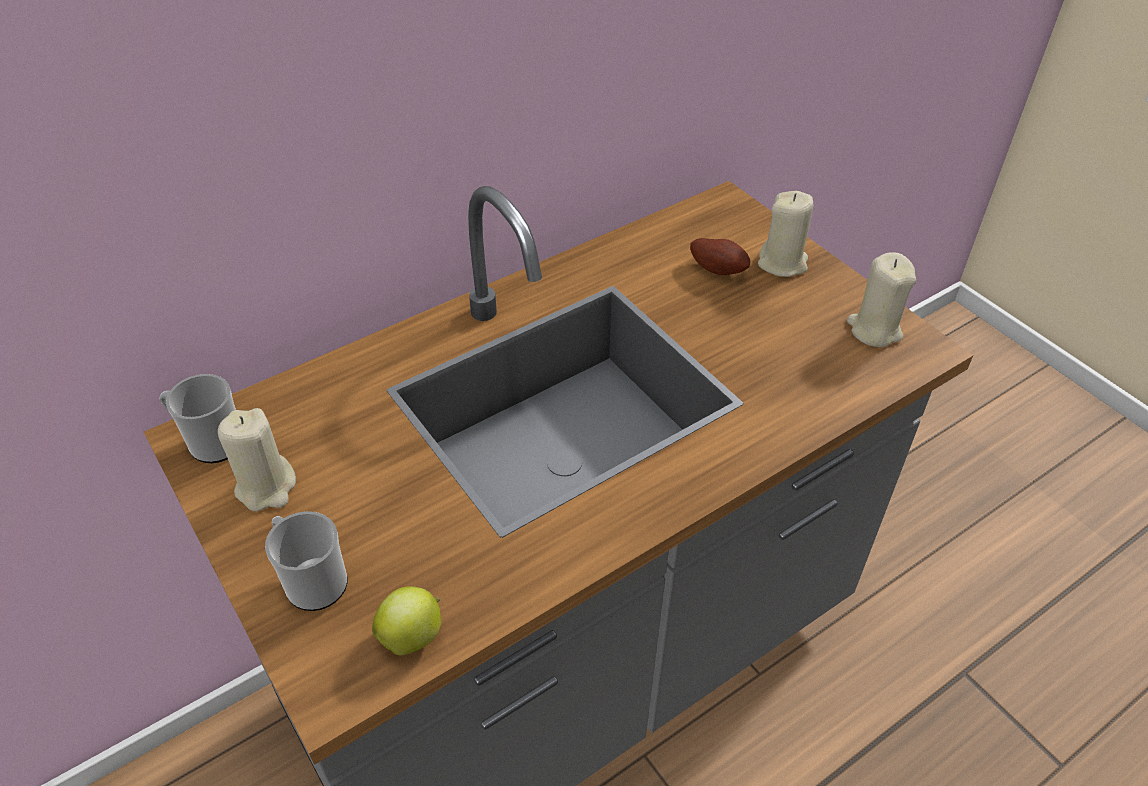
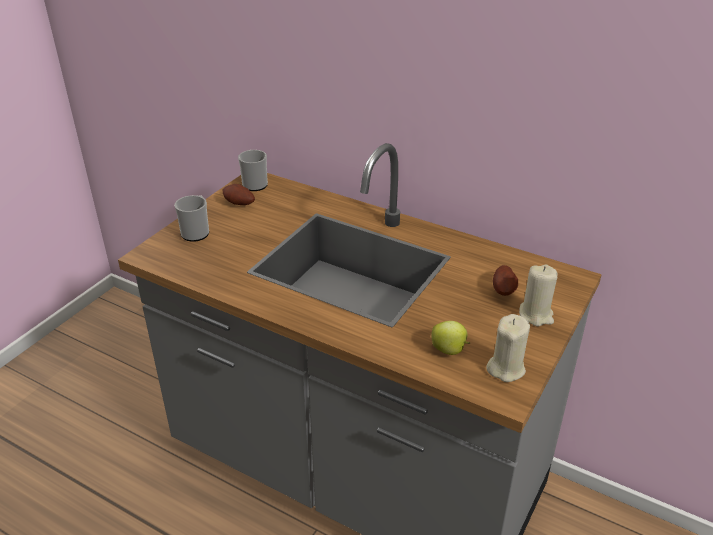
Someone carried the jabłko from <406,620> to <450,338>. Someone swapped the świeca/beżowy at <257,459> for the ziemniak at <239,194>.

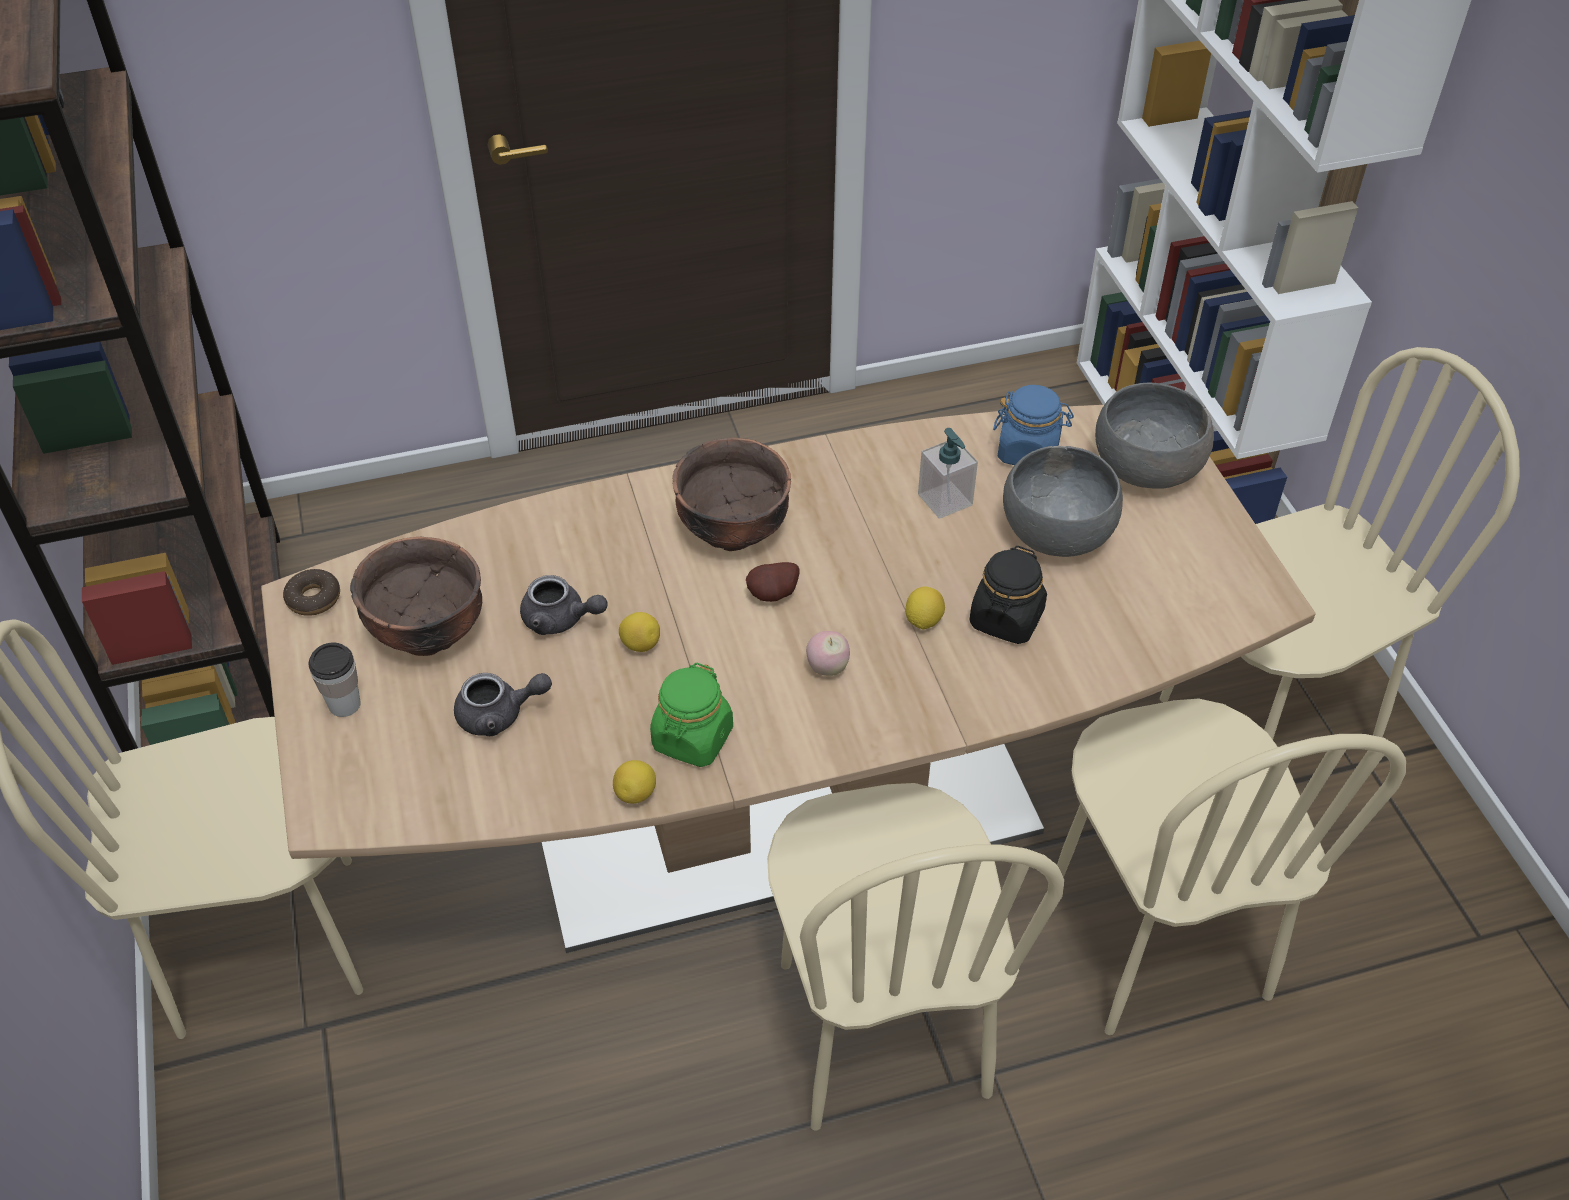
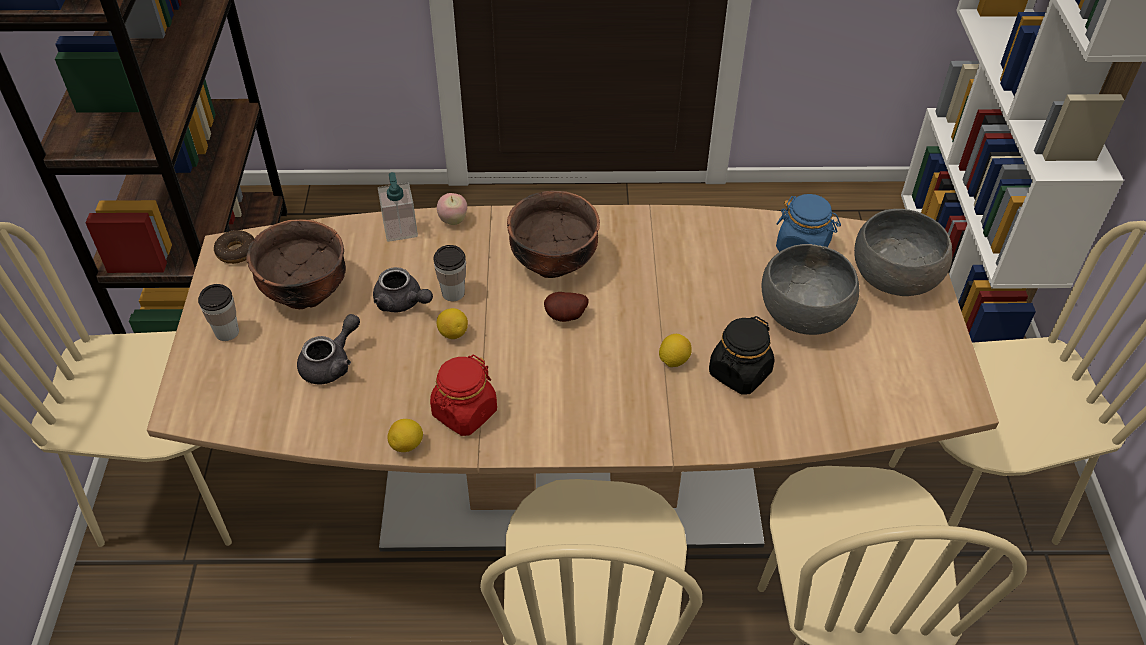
Someone put down the filiżanka at <450,273>. Someone carried the jabłko from <828,653> to <452,209>. Someone carried the dozownik mydła from <948,473> to <398,207>. Someone repainted the słoik/zielony at <691,715>, which became the słoik/czerwony at <463,395>. Someone rotated the imbryk/szary at <503,704> by 60 degrees counterclockwise.

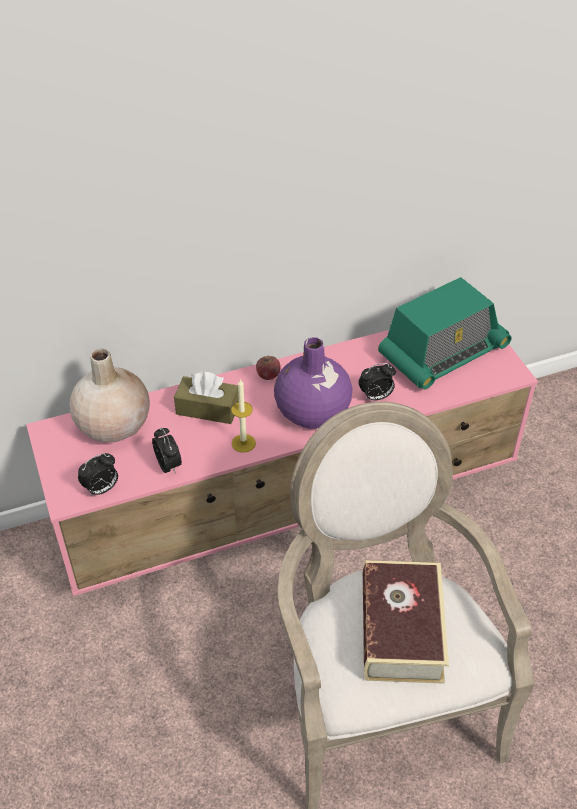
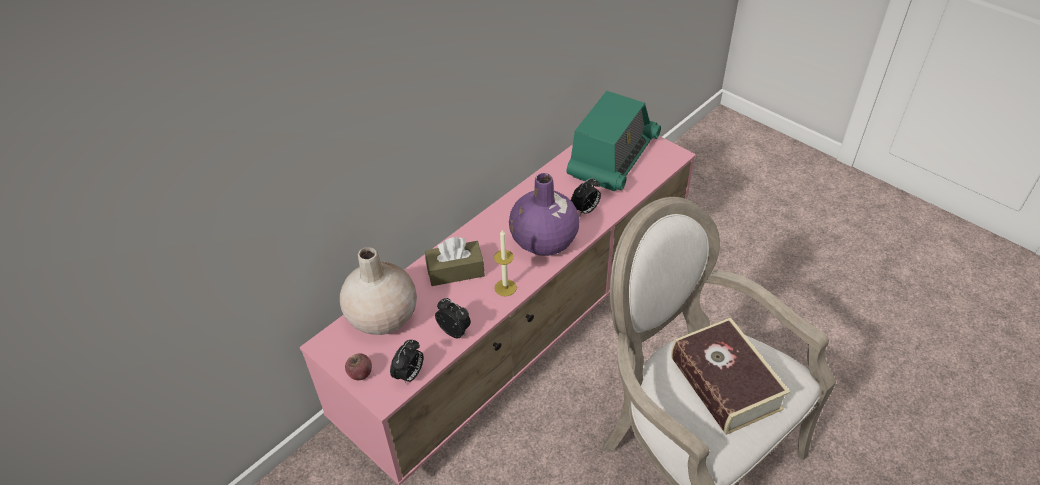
Someone carried the jabłko from <268,368> to <358,366>.

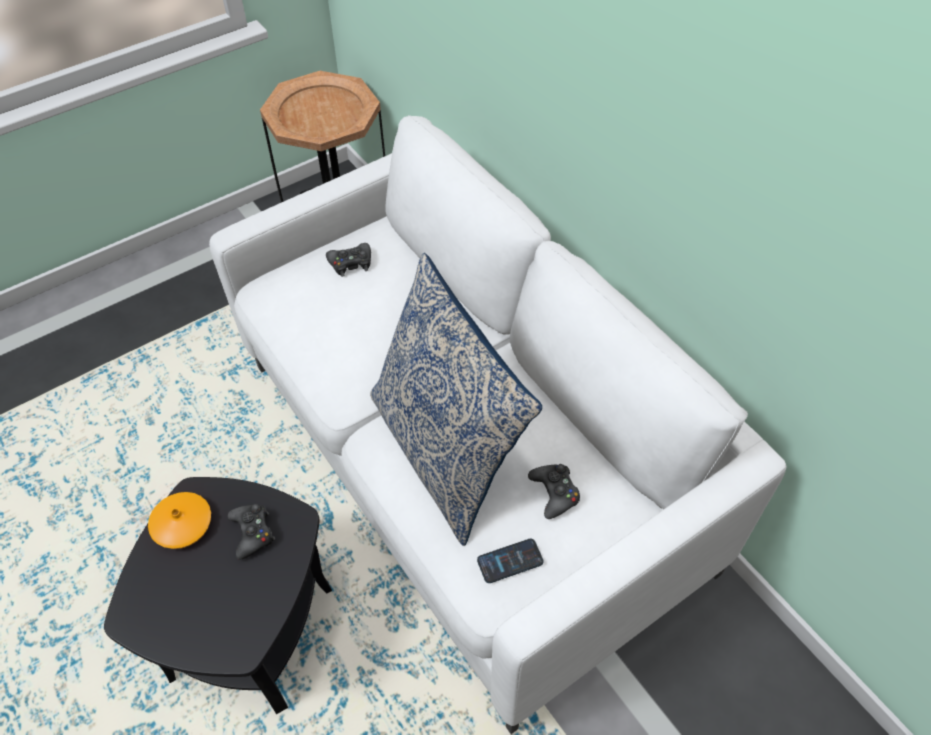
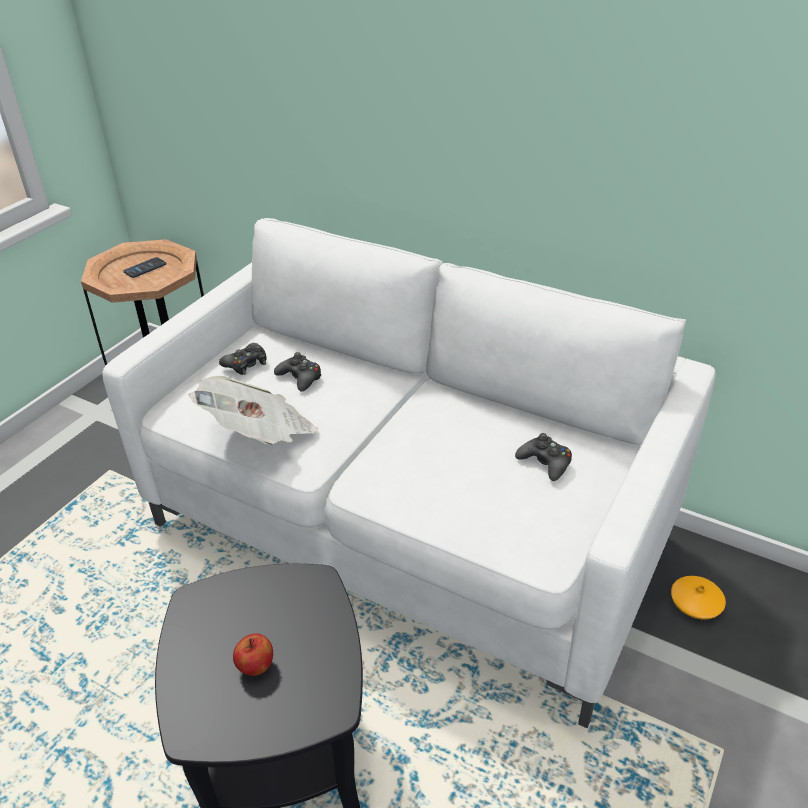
Someone took away the poduszka at <456,399>. Someone put down the gazeta at <253,410>. Someone put down the jabłko at <253,654>. Someone carried the wazon/pomarańczowy from <179,520> to <698,598>. Someone carried the pad do gier/czarny from <251,532> to <297,372>. Someone carried the telefon from <510,561> to <145,267>.

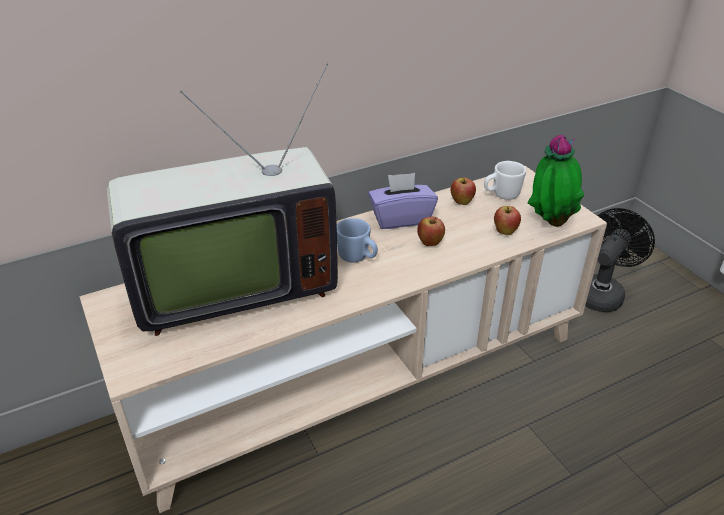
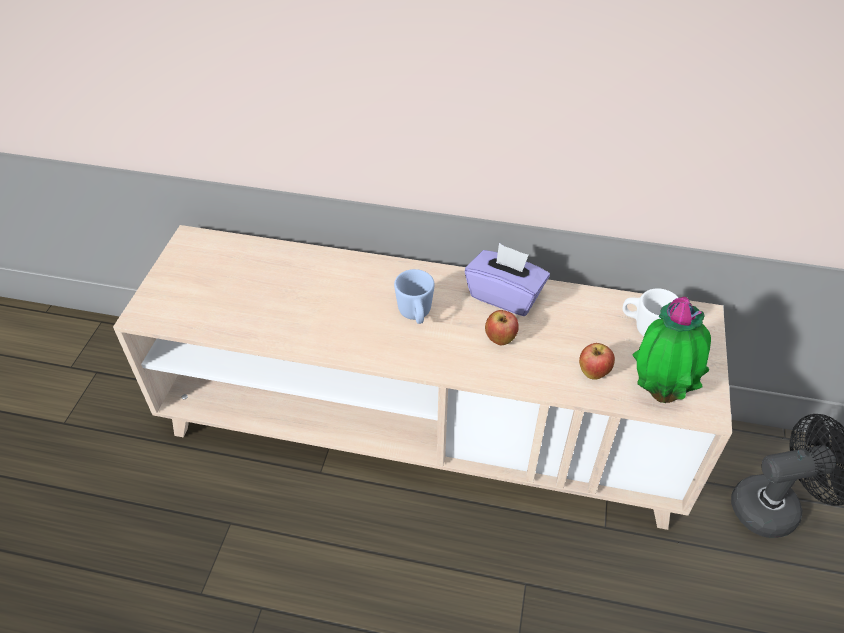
Someone took away the telewizor at <222,199>. Someone took away the jabłko at <463,191>.

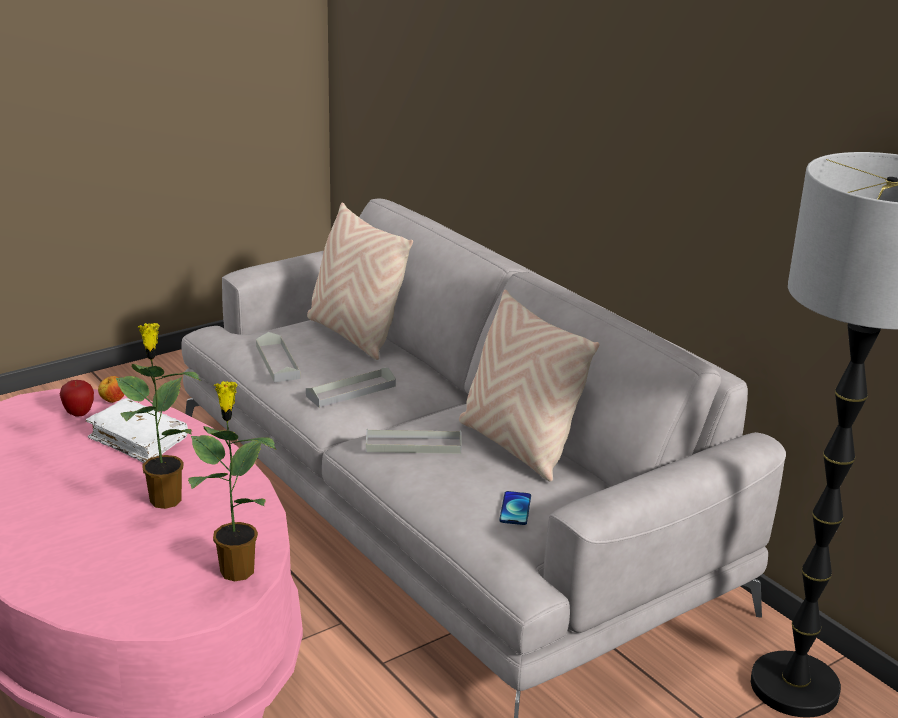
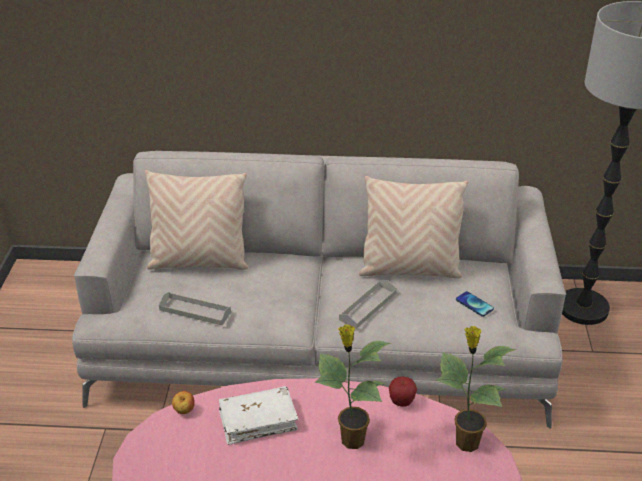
Someone took away the taca/szary at <351,388>. Someone carried the jabłko from <77,398> to <403,392>.

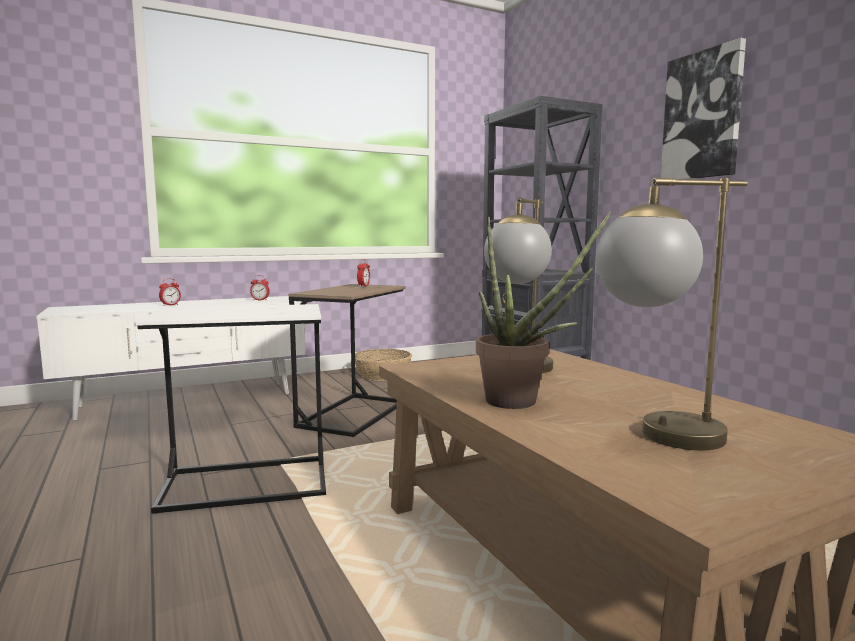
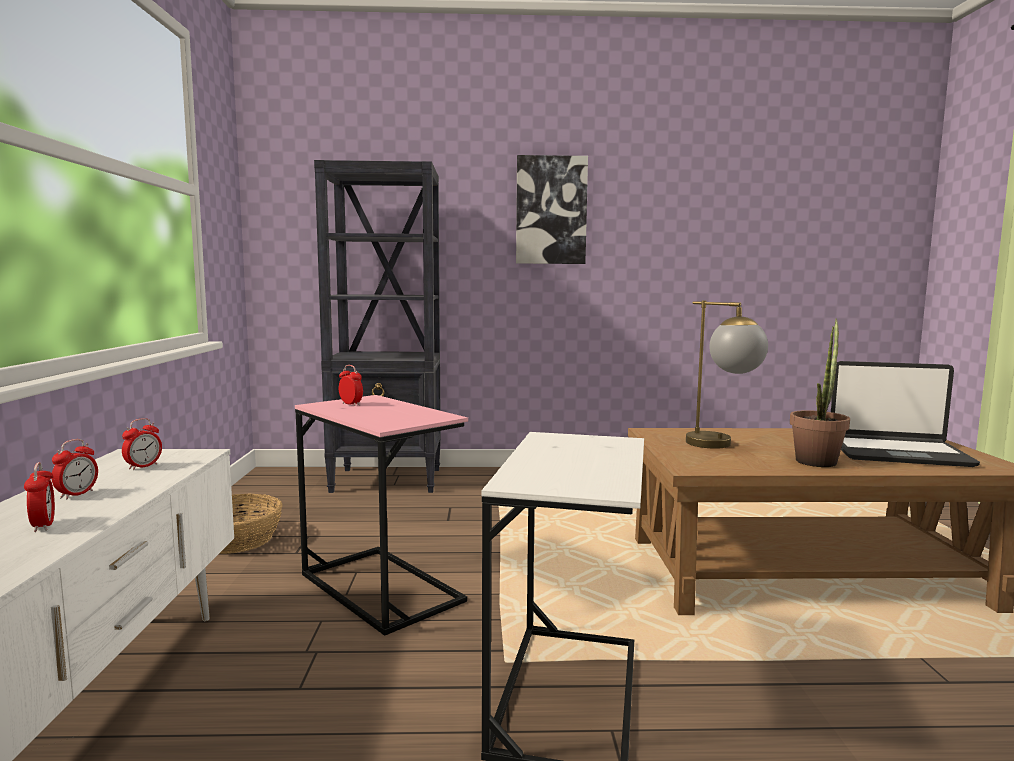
Someone put down the budzik at <75,469>. Someone swapped the lampa stołowa at <672,314> for the laptop at <905,414>. Someone repainted the stolik/brązowy at <347,360>, which became the stolik/różowy at <381,515>.

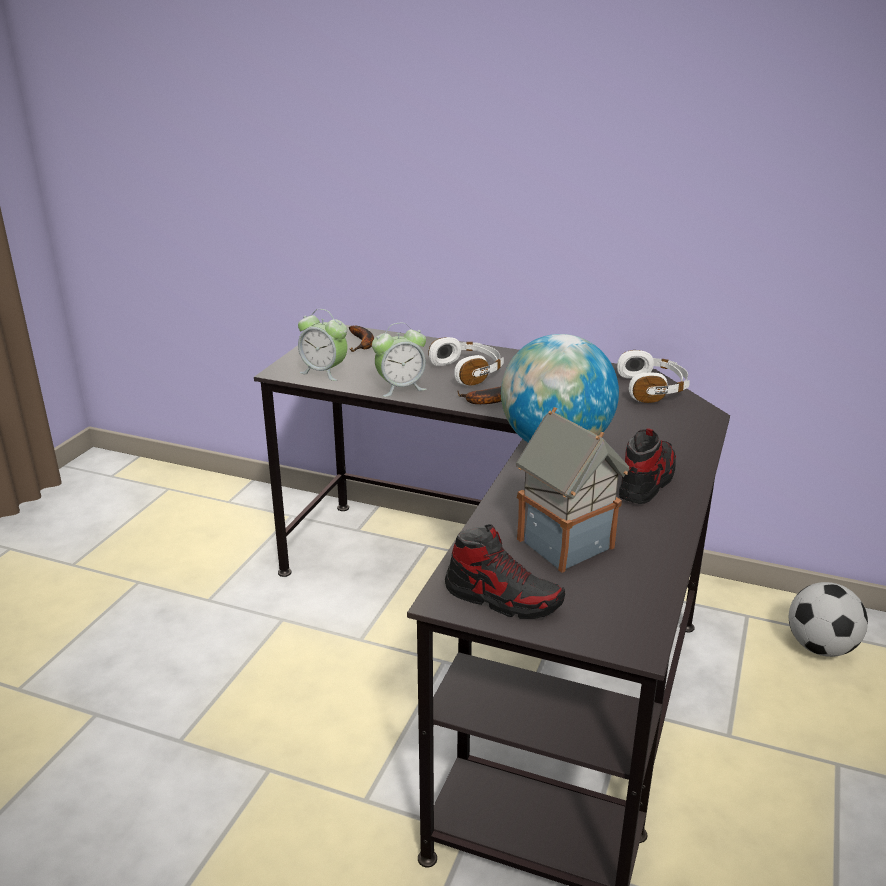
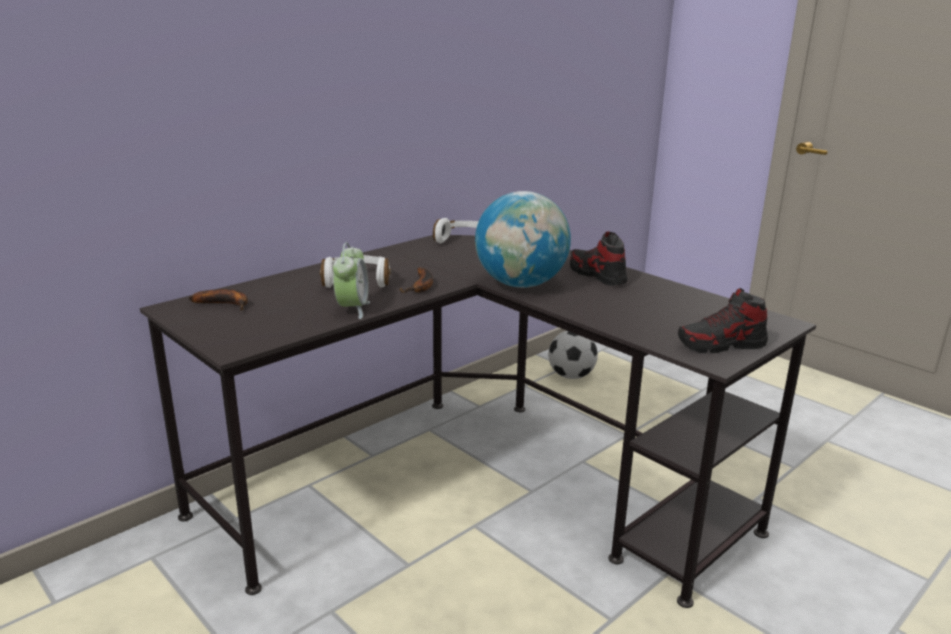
Someone took away the budzik at <323,345>. Someone took away the domek at <573,490>. Someone rotated the but at <505,571> by 150 degrees counterclockwise.

